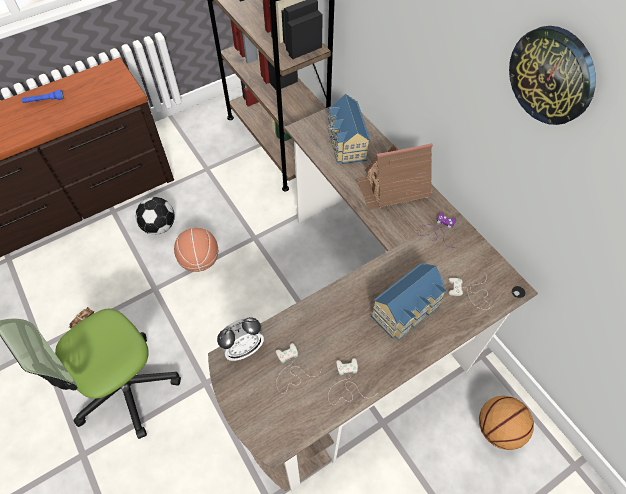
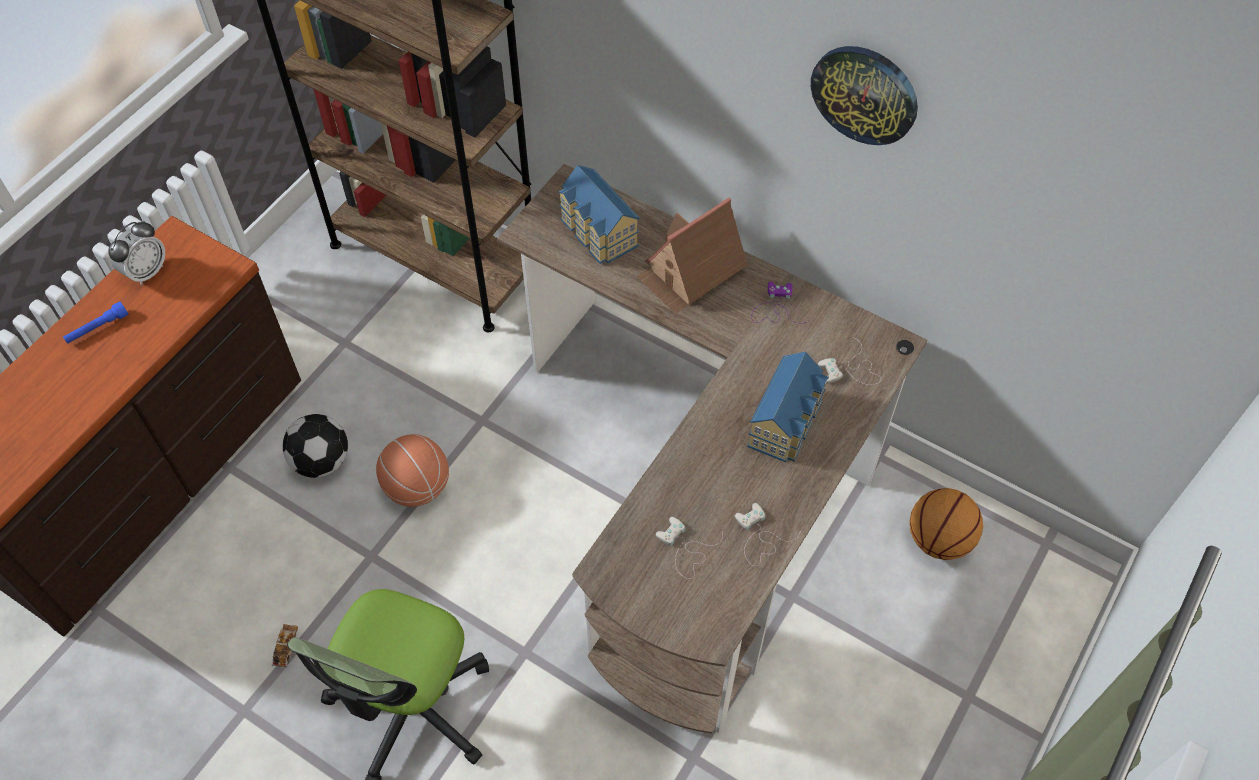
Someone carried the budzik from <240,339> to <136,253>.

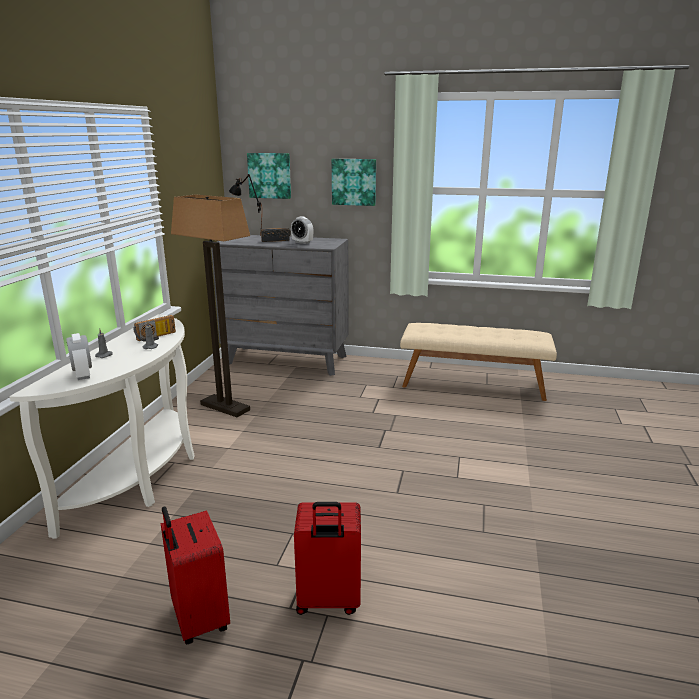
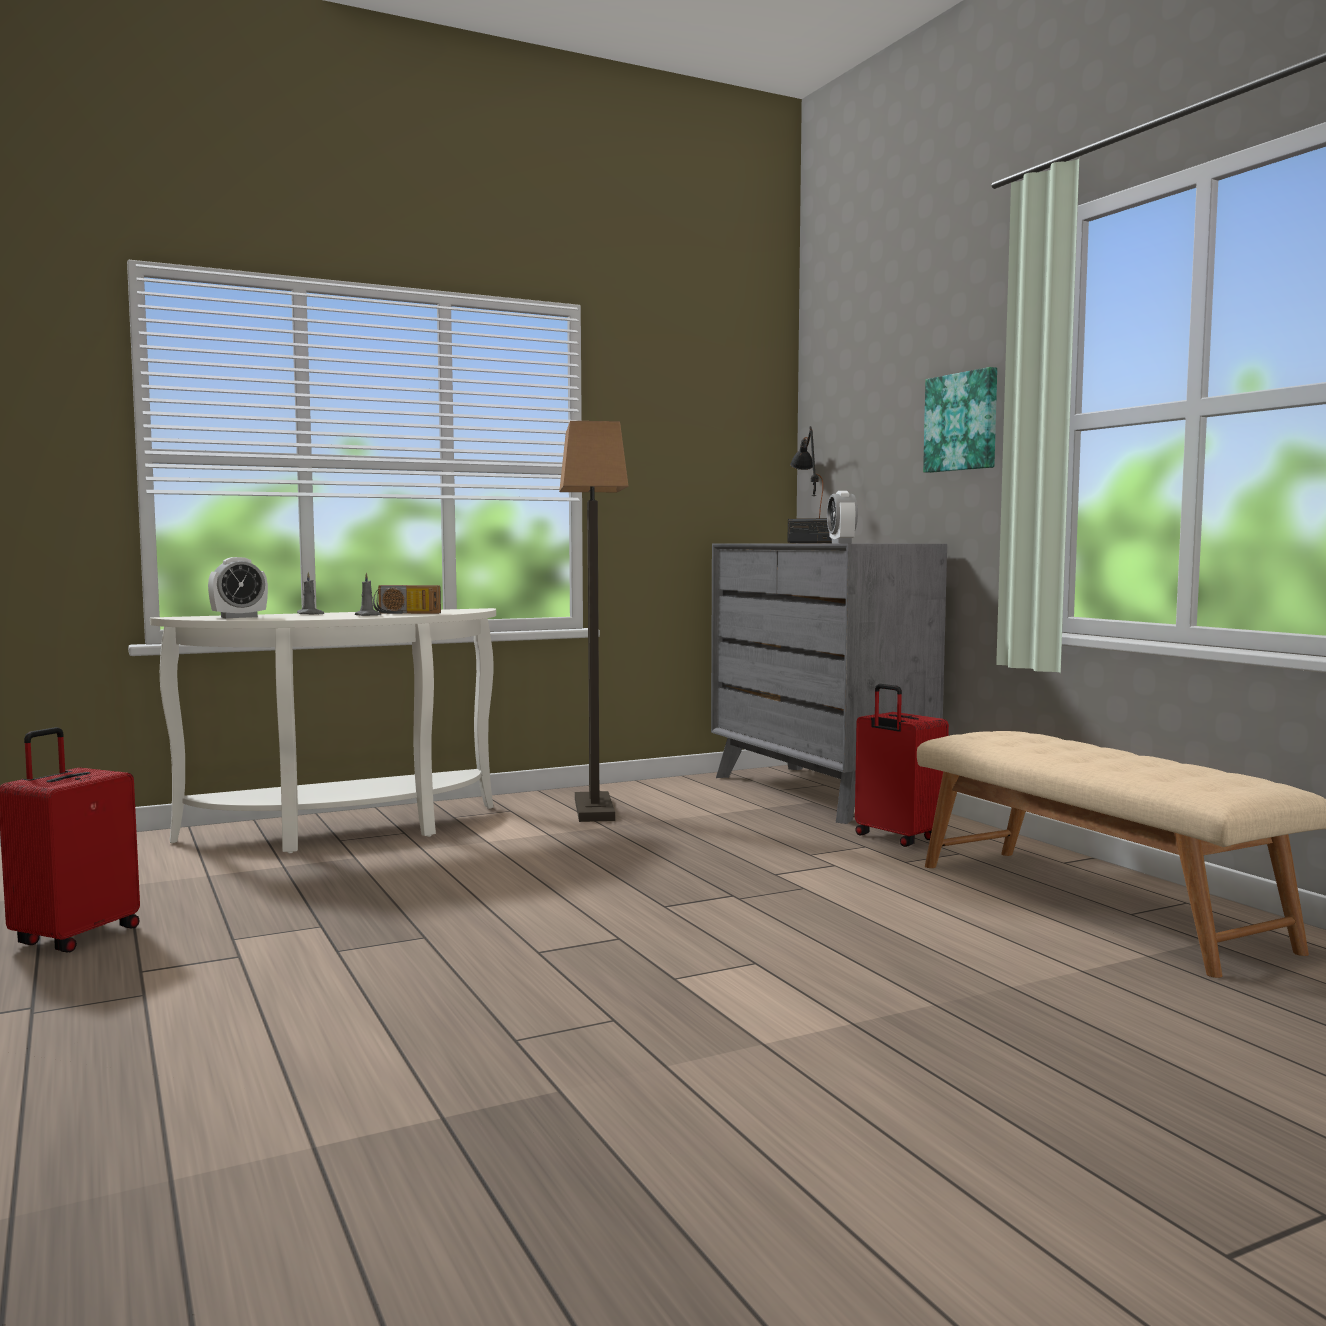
Someone took away the obraz at <269,176>. Someone carried the walizka/czerwony from <327,558> to <902,765>. Someone rotated the budzik at <79,356> by 150 degrees counterclockwise.

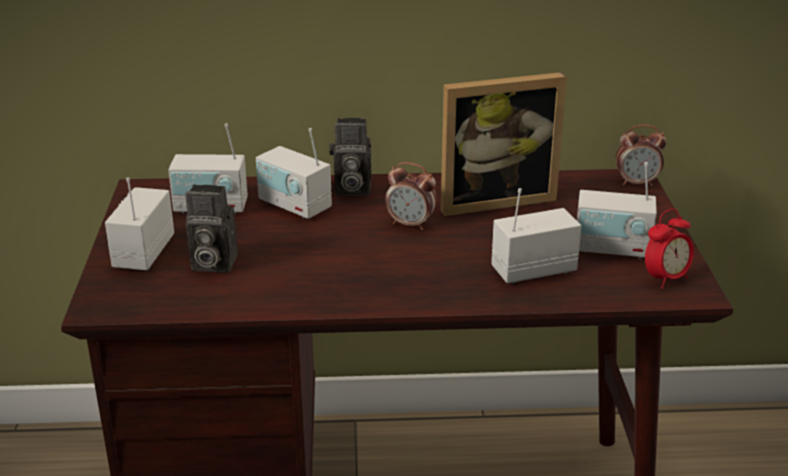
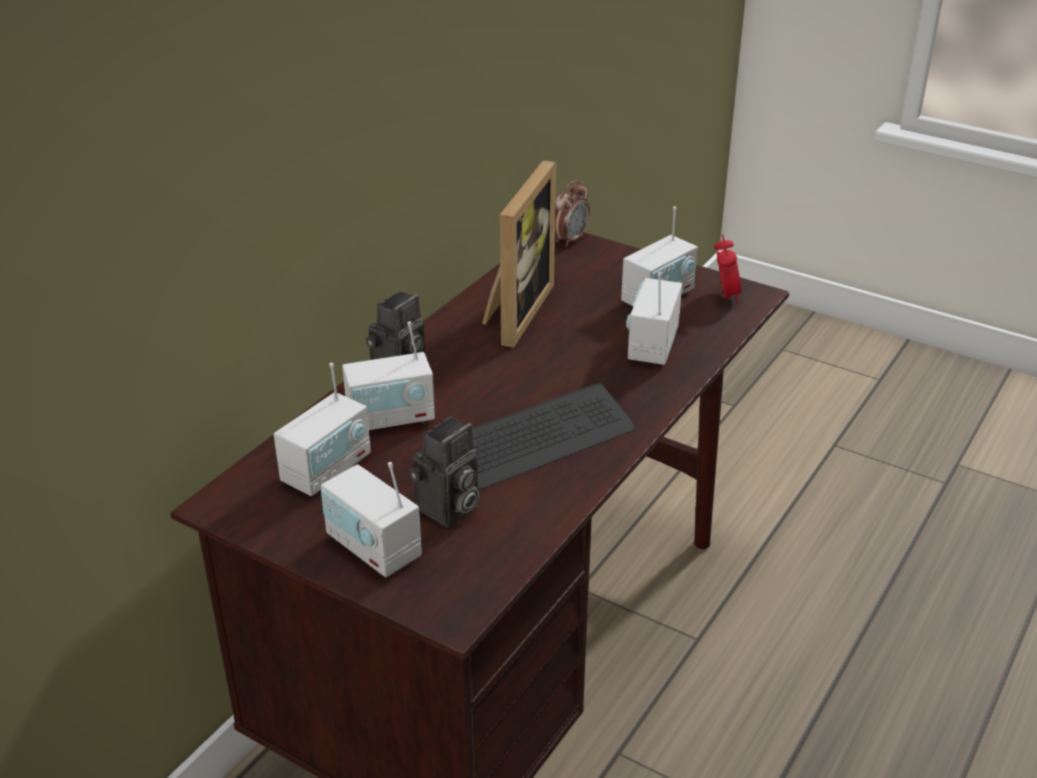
Someone took away the budzik at <411,196>. Someone put down the klawiatura at <554,436>.

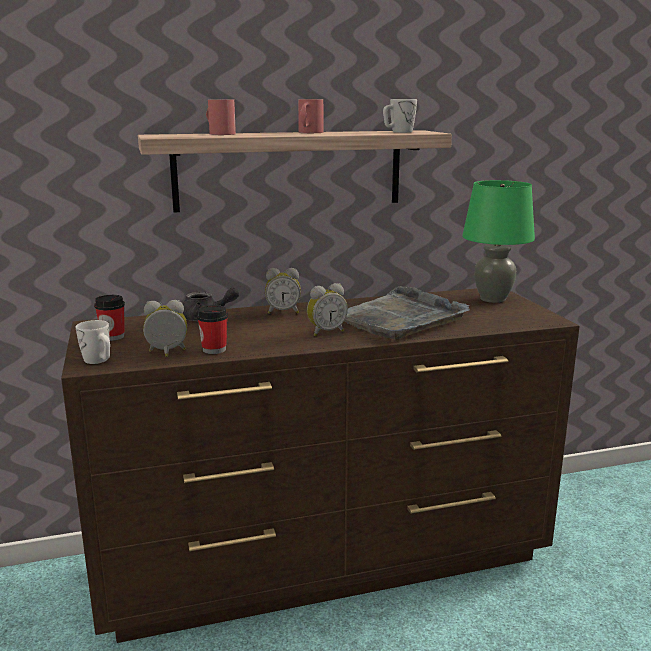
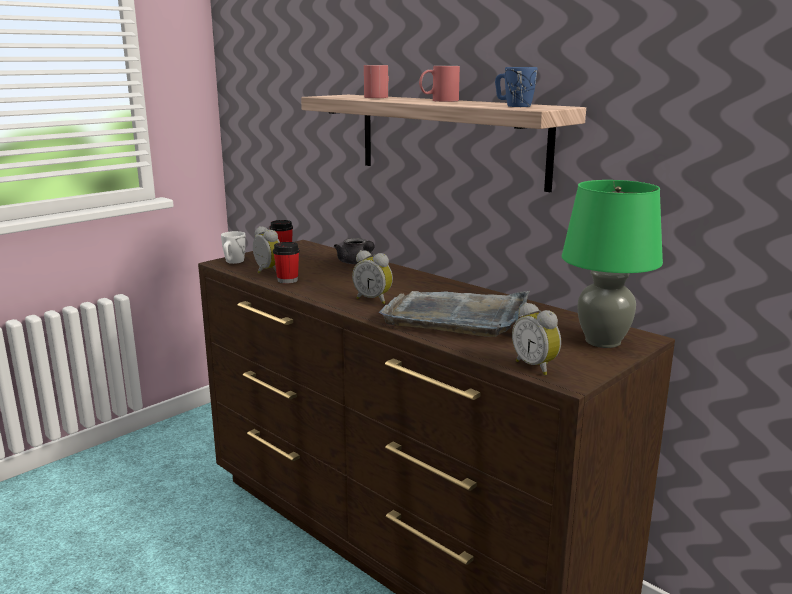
Someone carried the budzik from <283,291> to <536,339>. Someone repainted the kubek/biały at <400,116>, which became the kubek/niebieski at <516,87>.

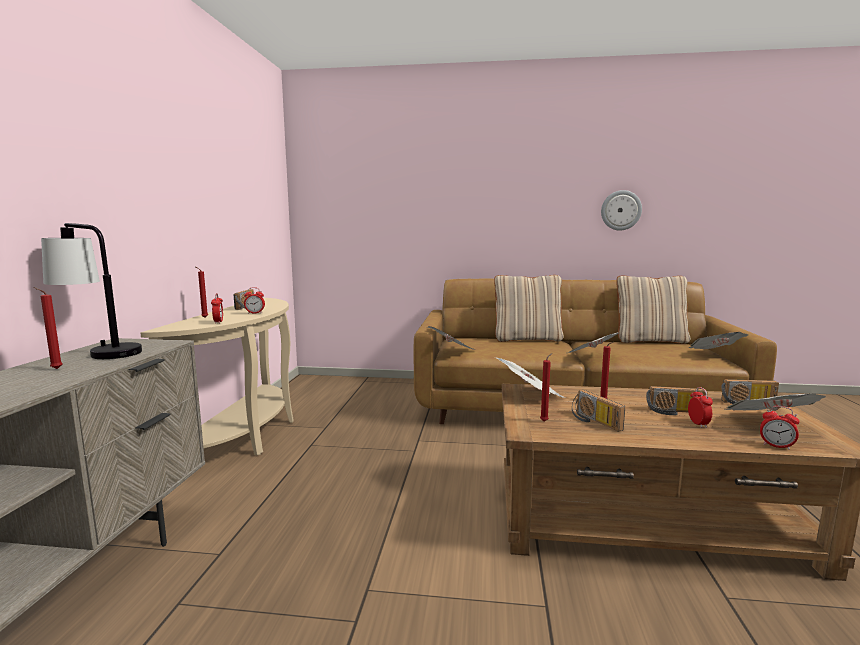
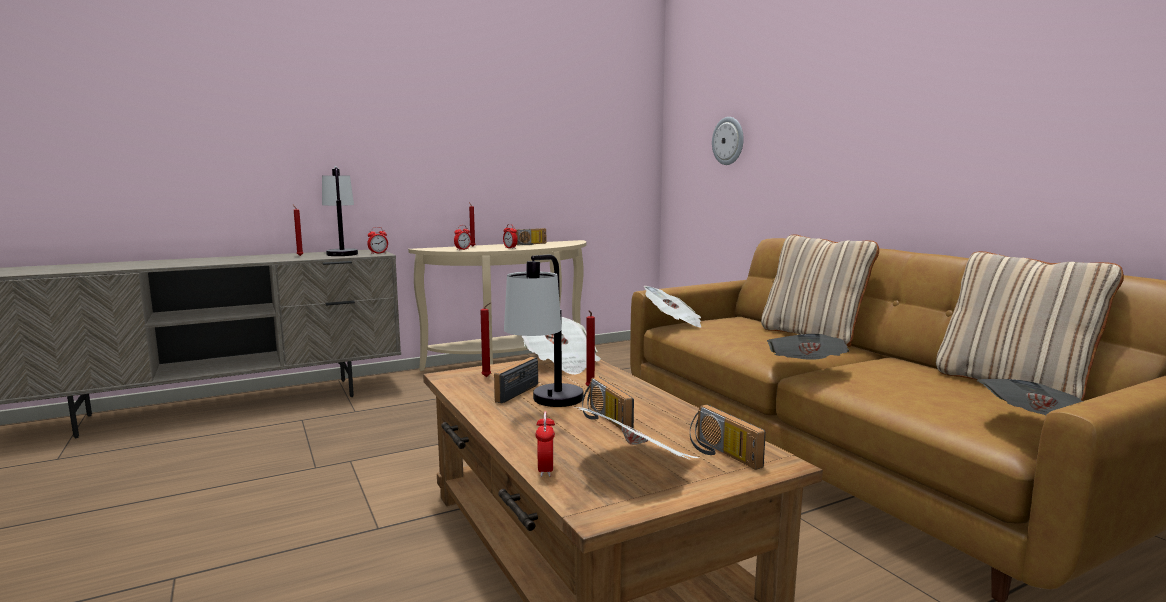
Someone put down the lampa stołowa at <544,330>. Someone carried the zegar ścienny from <621,210> to <728,141>. Someone carried the budzik from <700,407> to <377,240>.

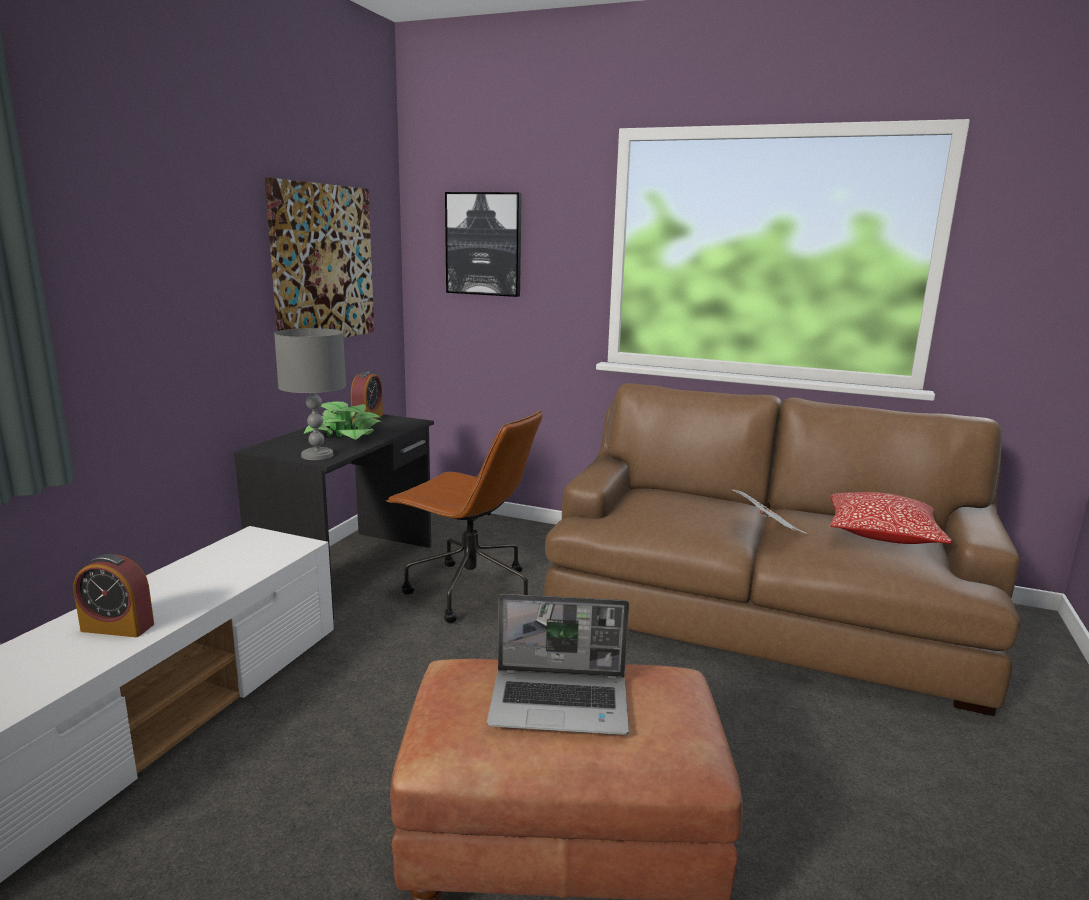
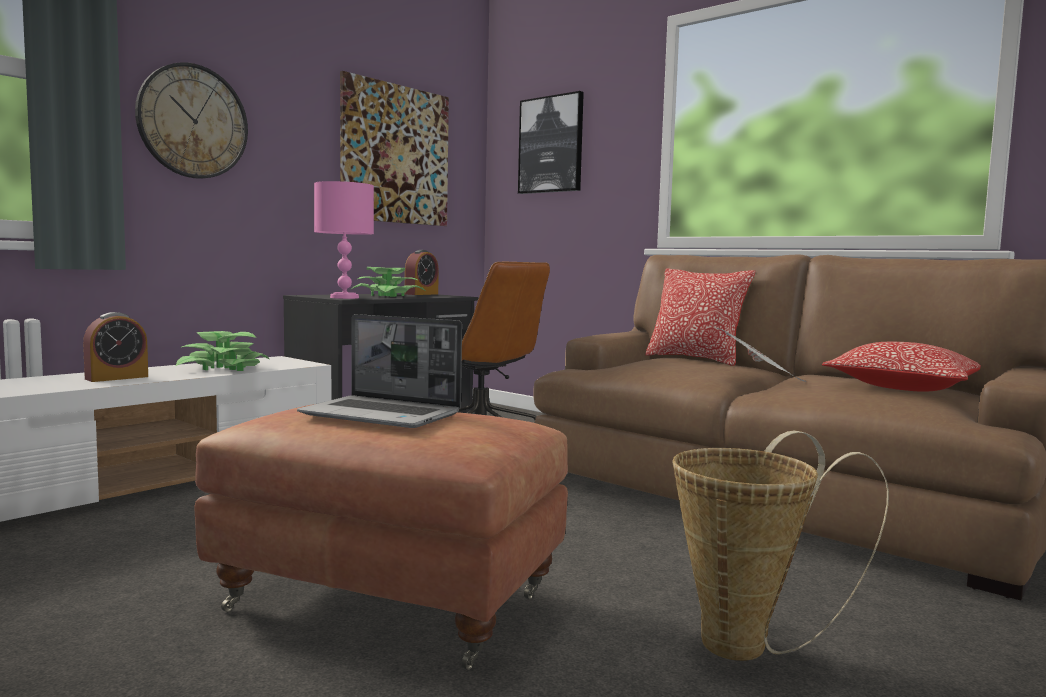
Someone put up the zegar ścienny at <191,120>. Someone put down the roślina doniczkowa at <223,351>. Someone put down the poduszka at <700,317>. Someone put down the koszyk at <780,545>. Someone repainted the lampa stołowa/szary at <310,394>, which became the lampa stołowa/różowy at <344,240>. Someone rotated the budzik at <114,595> by 75 degrees counterclockwise.

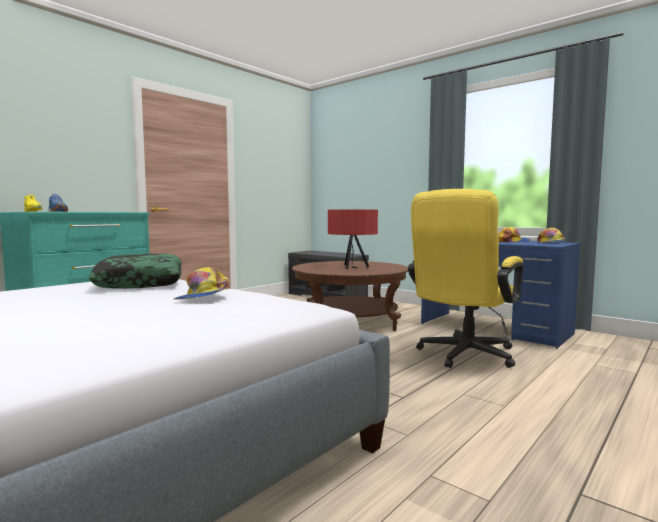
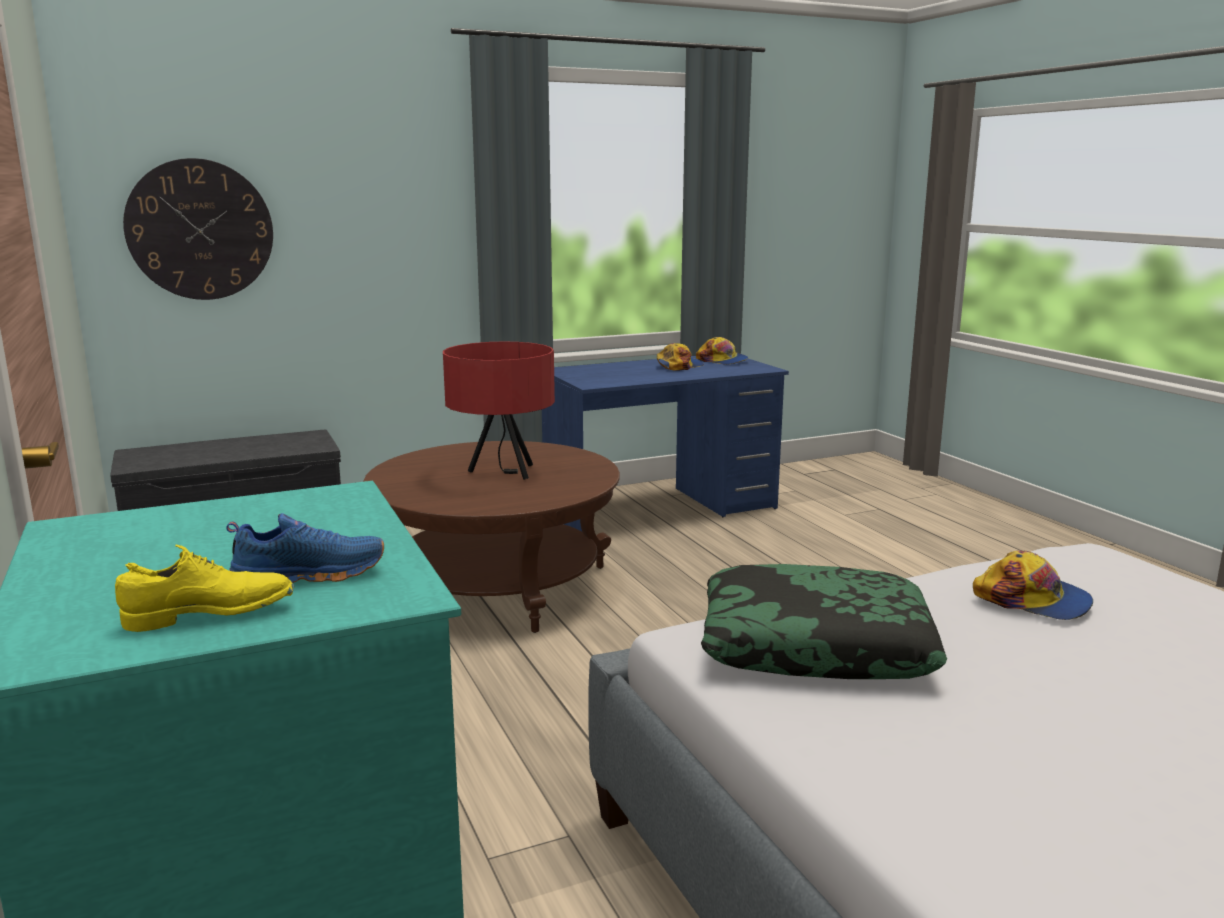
Someone took away the krzesło biurowe/żółty at <466,278>. Someone put up the zegar ścienny at <198,229>.

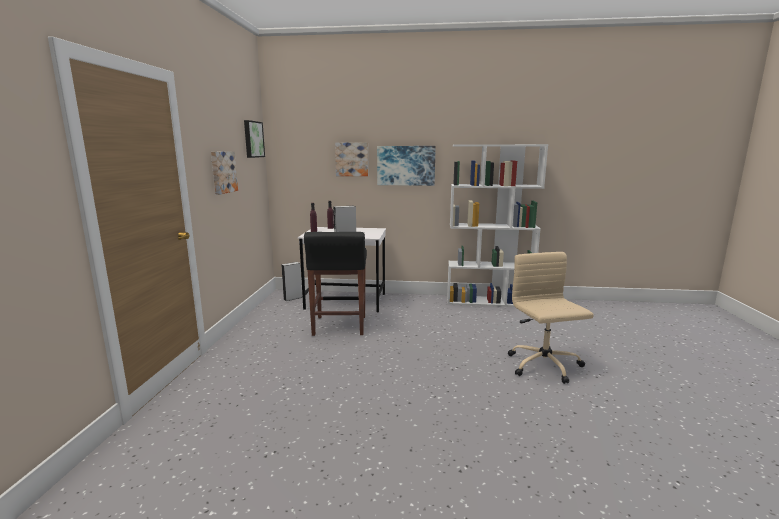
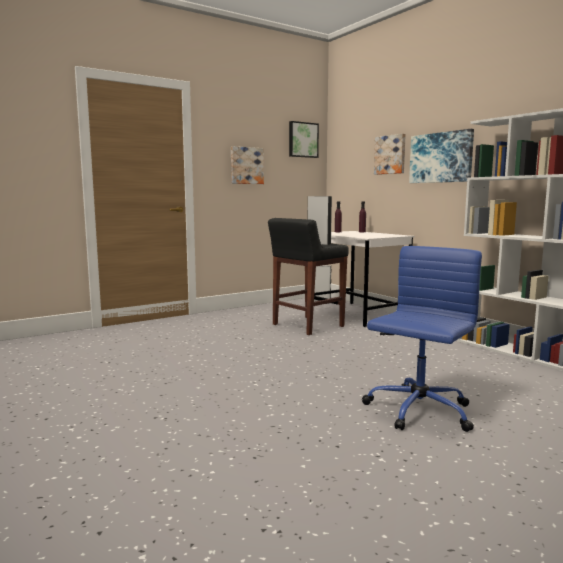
Someone repainted the krzesło biurowe/beżowy at <551,318>, which became the krzesło biurowe/niebieski at <422,339>.

